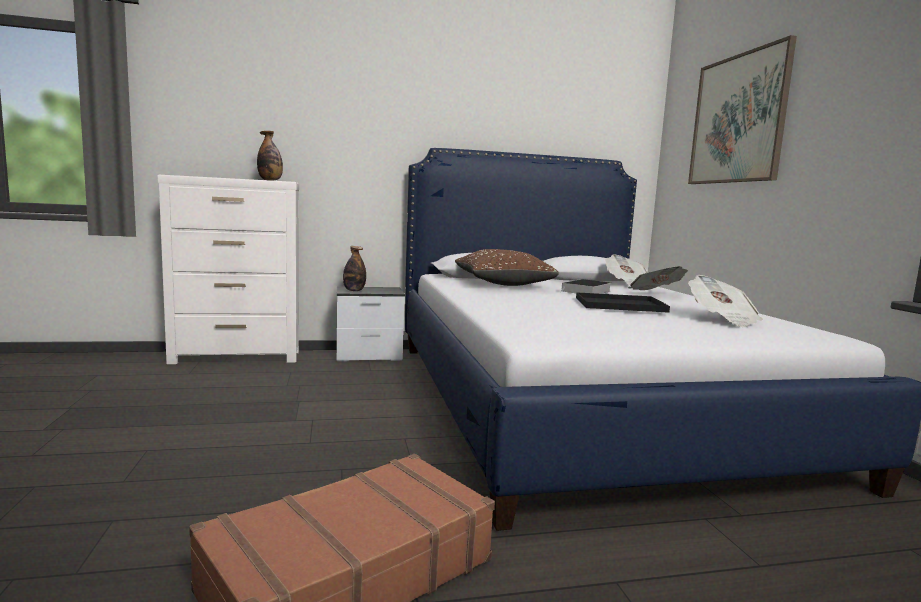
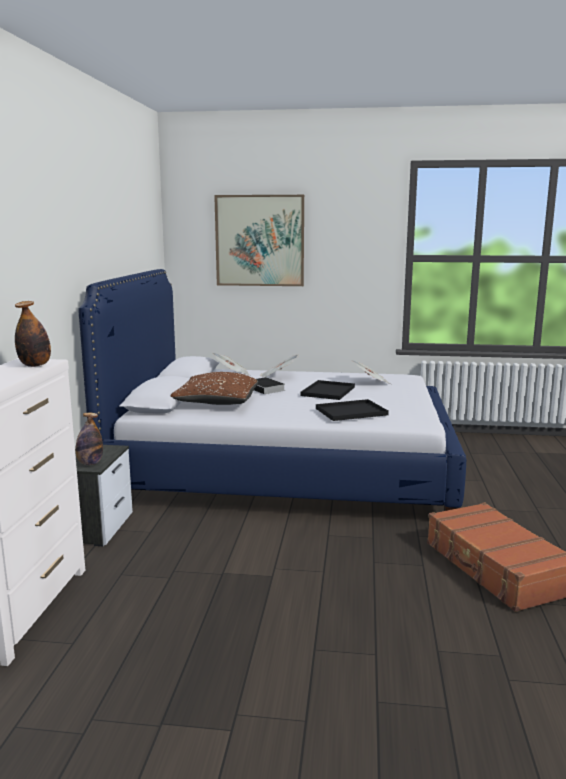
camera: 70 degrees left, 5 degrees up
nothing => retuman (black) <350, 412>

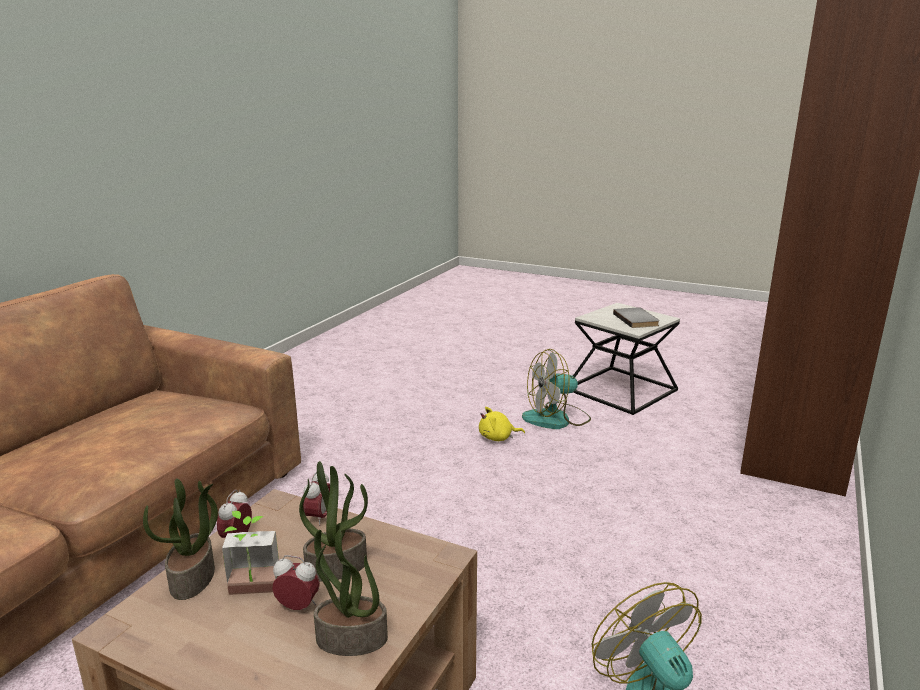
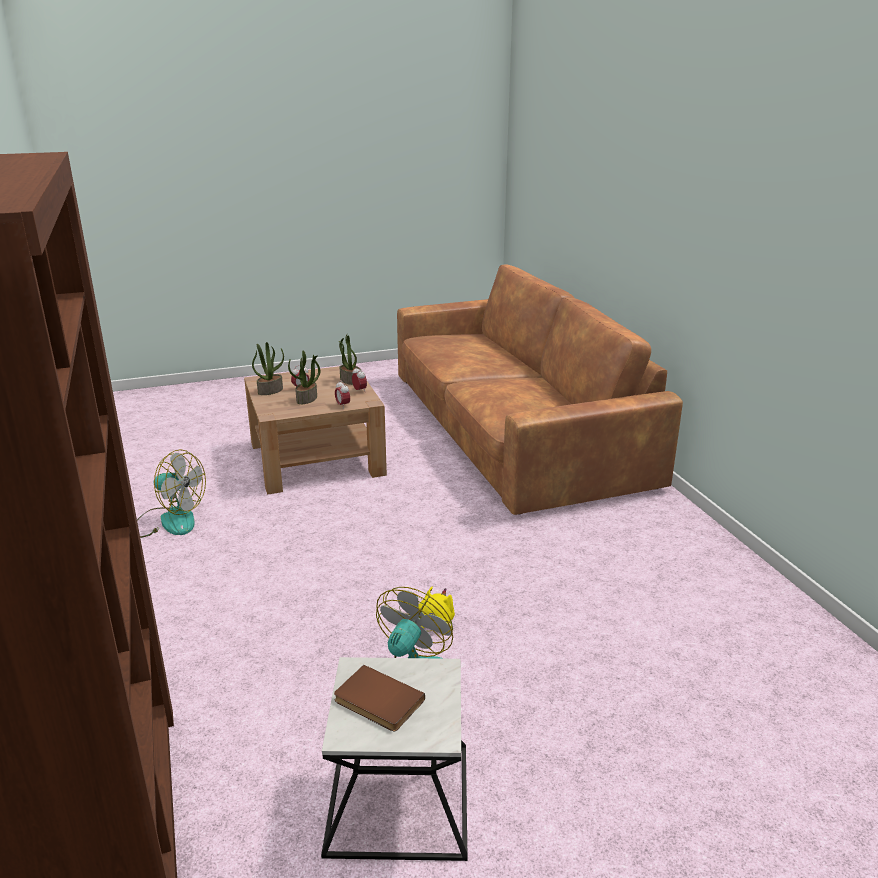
camera: 135 degrees right, 5 degrees up
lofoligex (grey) <637, 319> => lofoligex (brown) <377, 702>
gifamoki <253, 592> => nothing

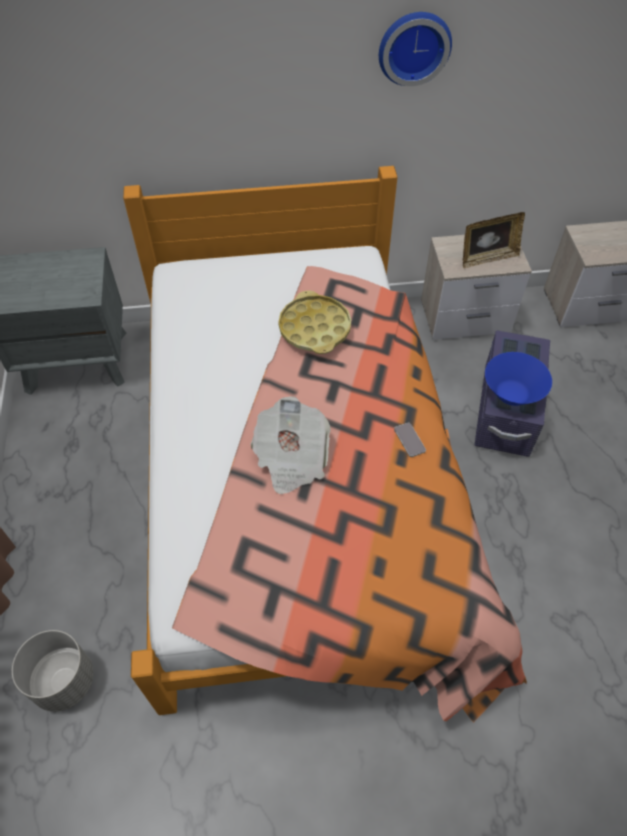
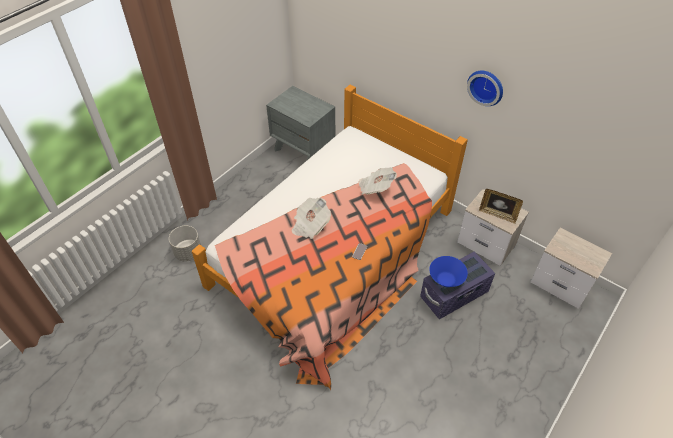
camera: 45 degrees right, 5 degrees down
retuman (yellow) <314, 328> => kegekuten <375, 187>

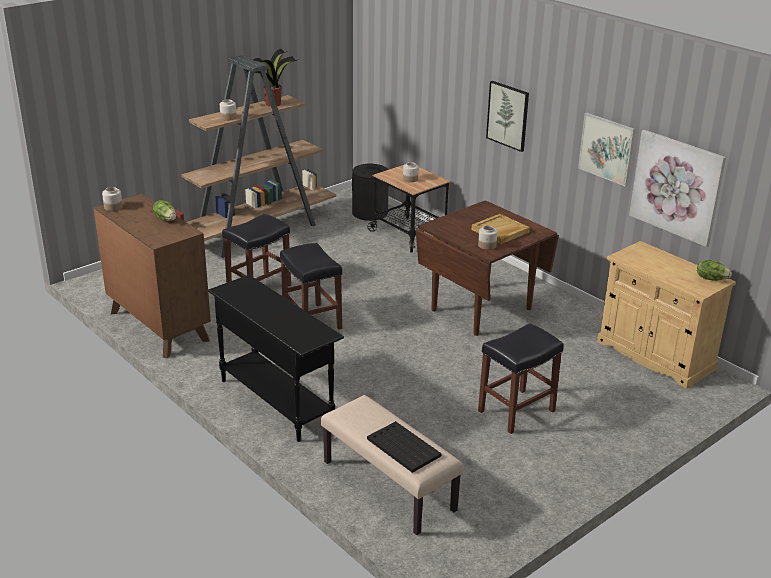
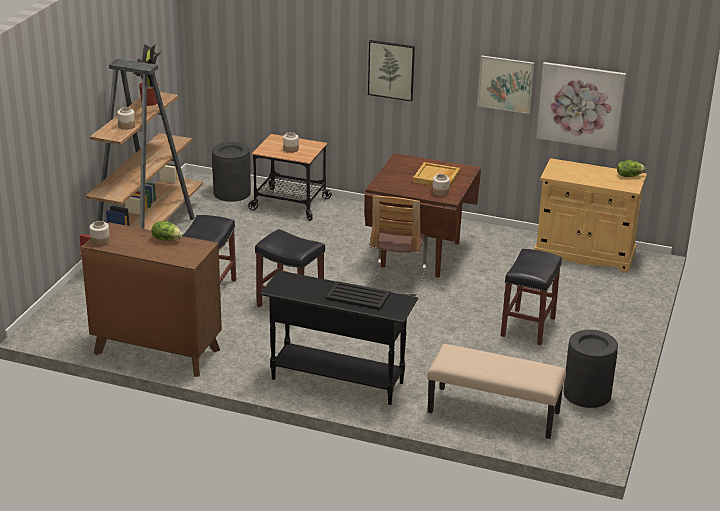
camera: 30 degrees left, 0 degrees up
retuman (black) <403, 447> => retuman (black) <357, 296>, relocated
nothing => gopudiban <397, 279>
nothing => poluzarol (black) <587, 394>

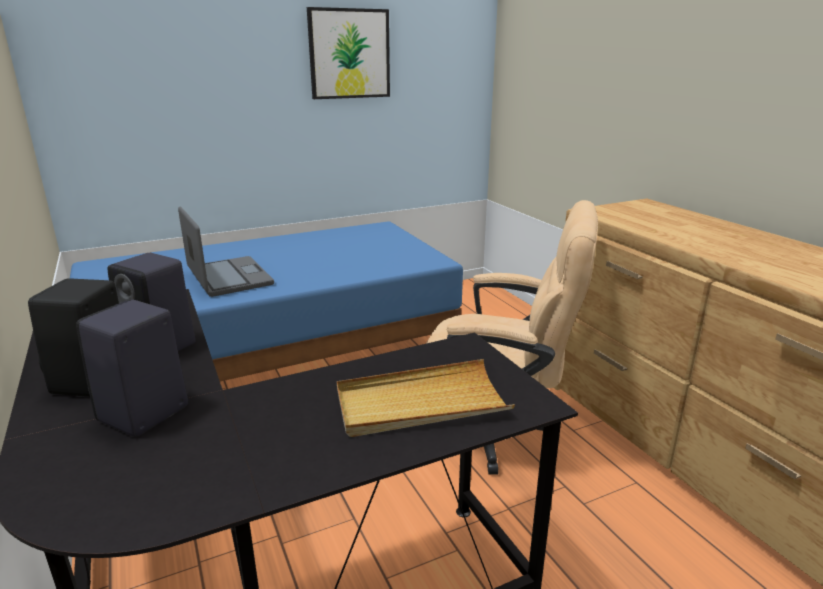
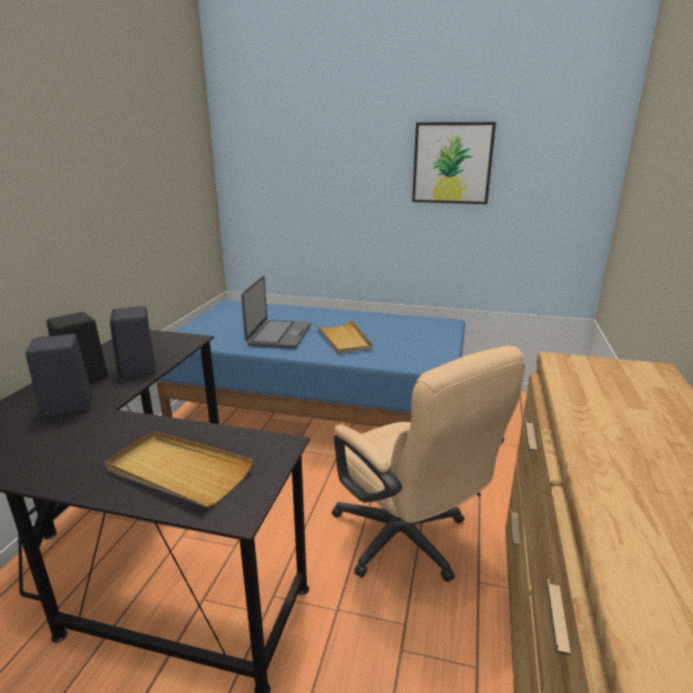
camera: 40 degrees right, 0 degrees up
nothing => retuman (beige) <344, 339>

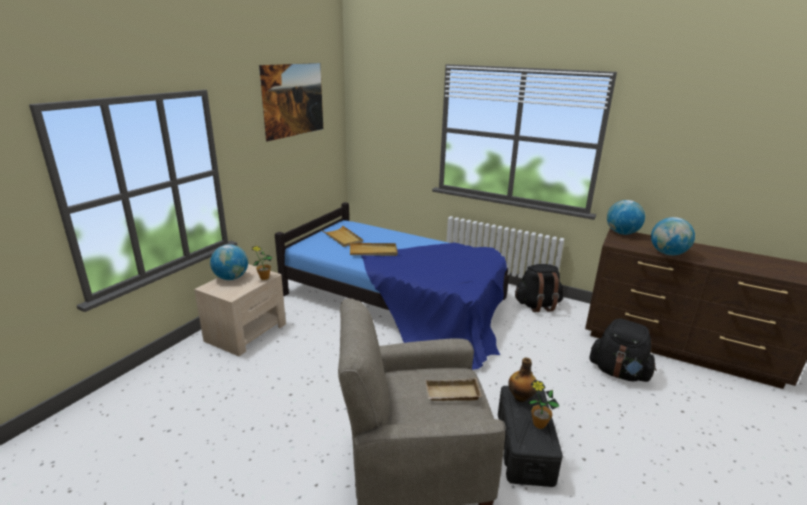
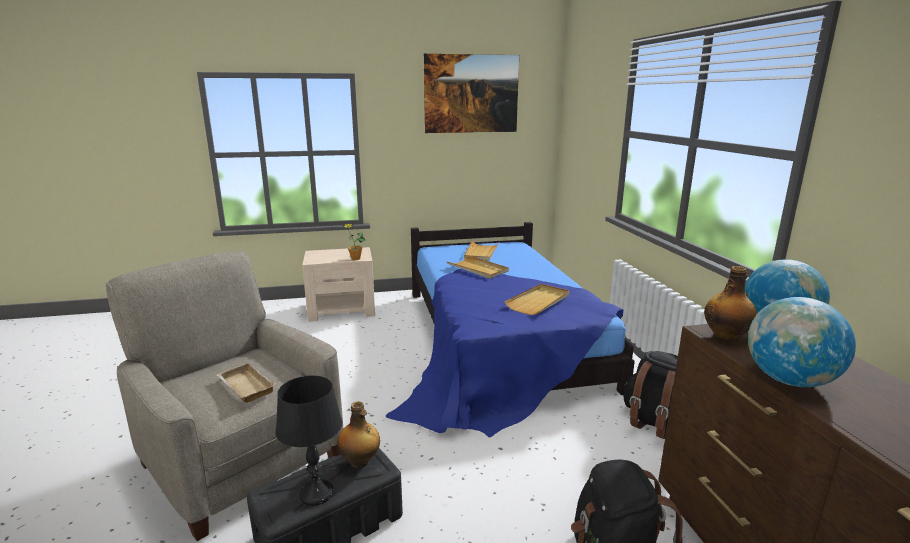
camera: 50 degrees right, 5 degrees down
gifamoki <539, 424> => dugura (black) <317, 494>
nothing => retuman (beige) <538, 301>
nothing => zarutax <726, 338>
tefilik <231, 278> => nothing

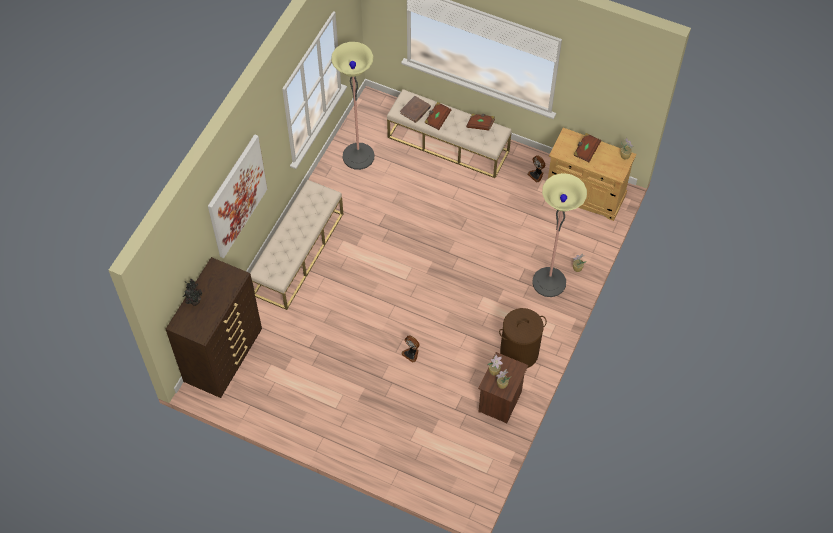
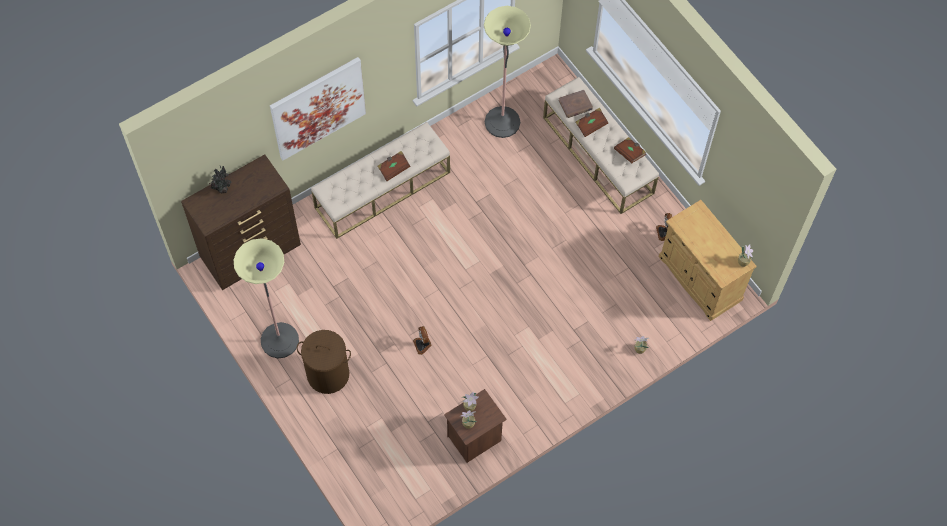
camera: 30 degrees right, 5 degrees up
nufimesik <549, 282> => nufimesik <279, 340>, relocated
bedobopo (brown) <519, 352> => bedobopo (brown) <328, 374>, relocated
lofoligex (brown) <586, 151> => lofoligex (brown) <393, 168>, relocated

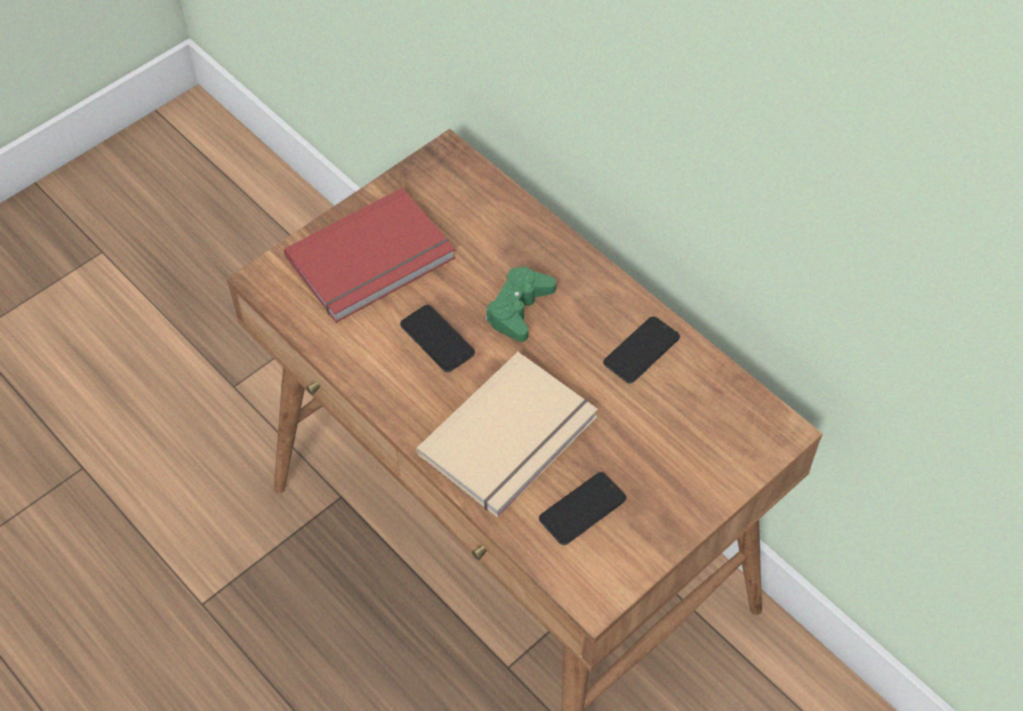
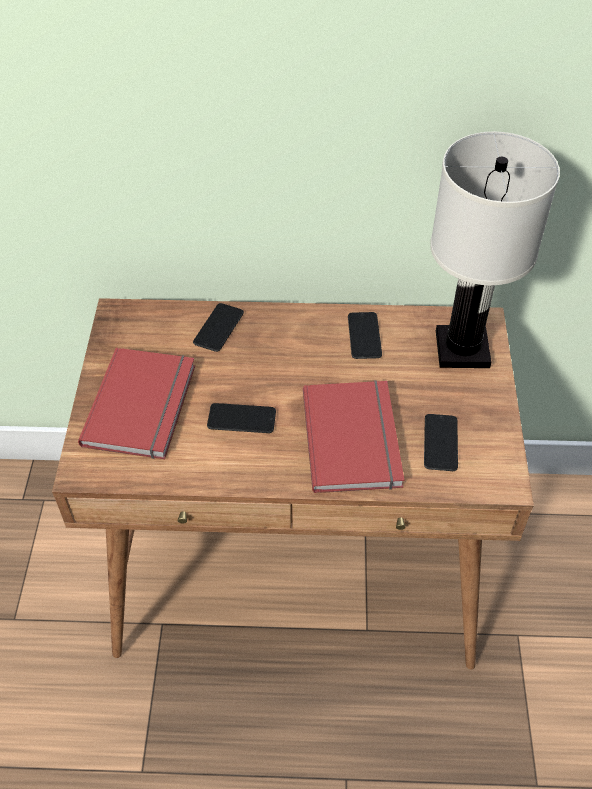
camera: 45 degrees left, 5 degrees down
nothing => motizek <218, 328>
lofoligex (beige) <512, 438> => lofoligex (red) <355, 438>
nothing => dugura (white) <461, 350>
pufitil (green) <519, 308> => nothing

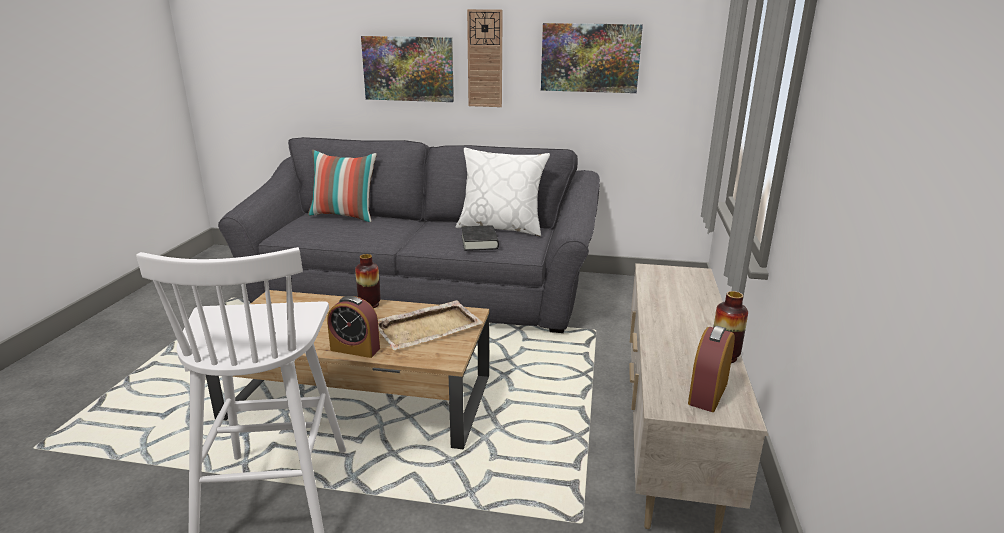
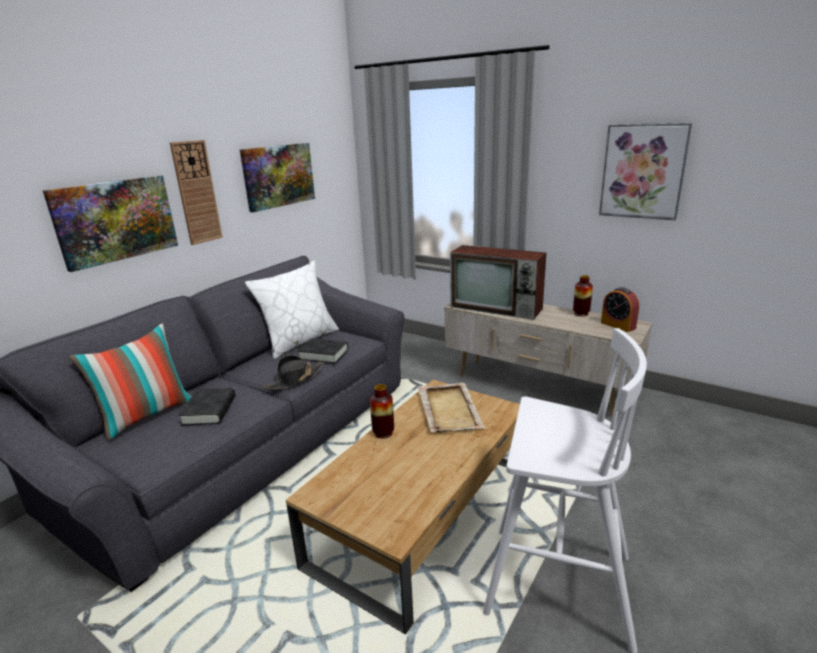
camera: 65 degrees left, 0 degrees up
nothing => lofoligex (black) <209, 411>
nothing => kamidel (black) <295, 379>
nothing => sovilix <497, 308>
nothing => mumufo <643, 171>
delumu <355, 349> => nothing

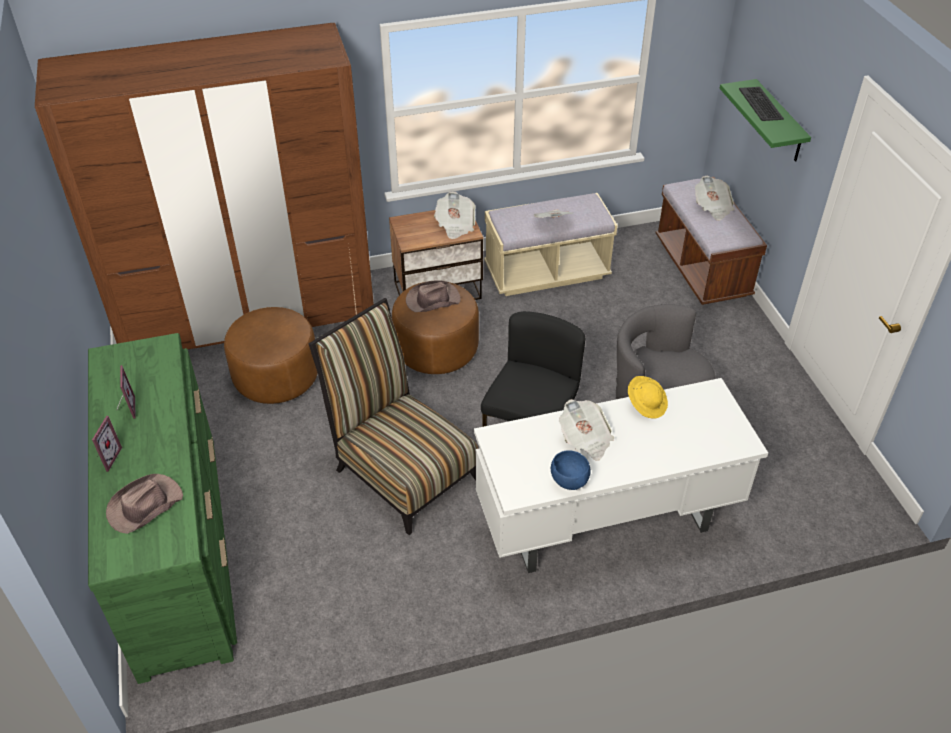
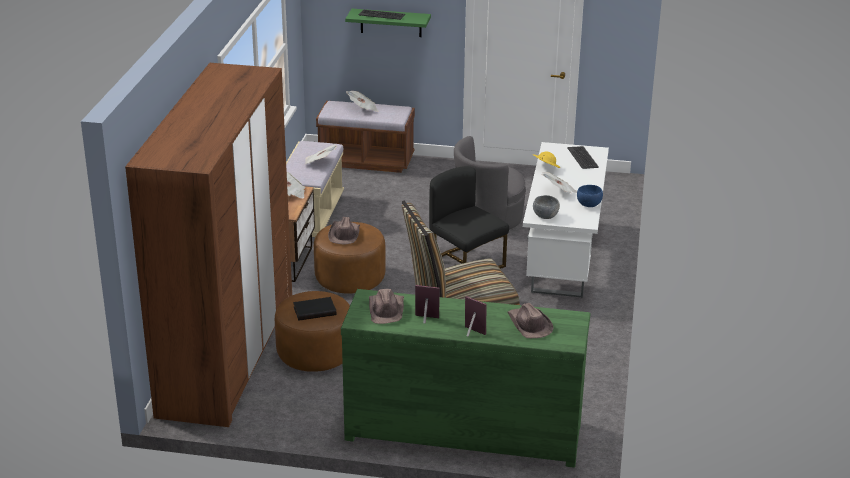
camera: 65 degrees left, 15 degrees down
nothing => lofoligex (black) <314, 310>
nothing => kamidel (brown) <387, 309>
nothing => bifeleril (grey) <545, 216>
nothing => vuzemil <583, 158>

